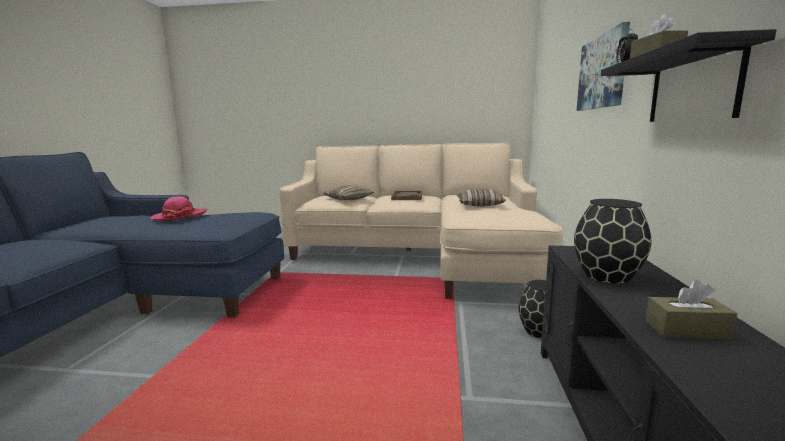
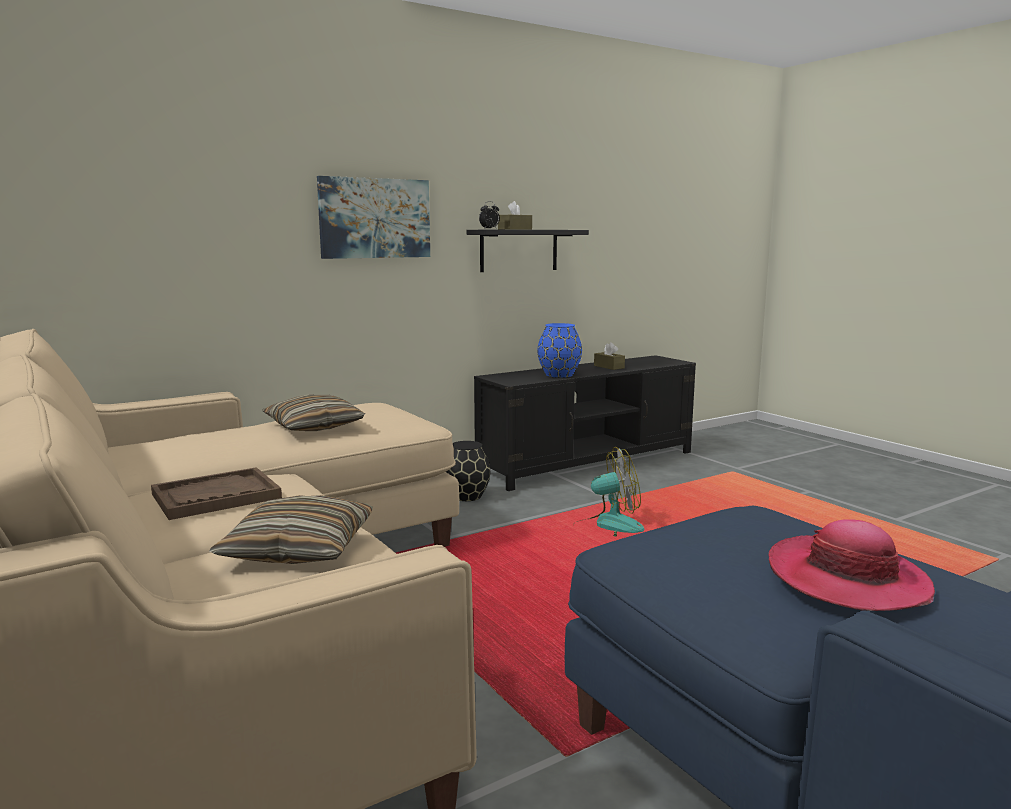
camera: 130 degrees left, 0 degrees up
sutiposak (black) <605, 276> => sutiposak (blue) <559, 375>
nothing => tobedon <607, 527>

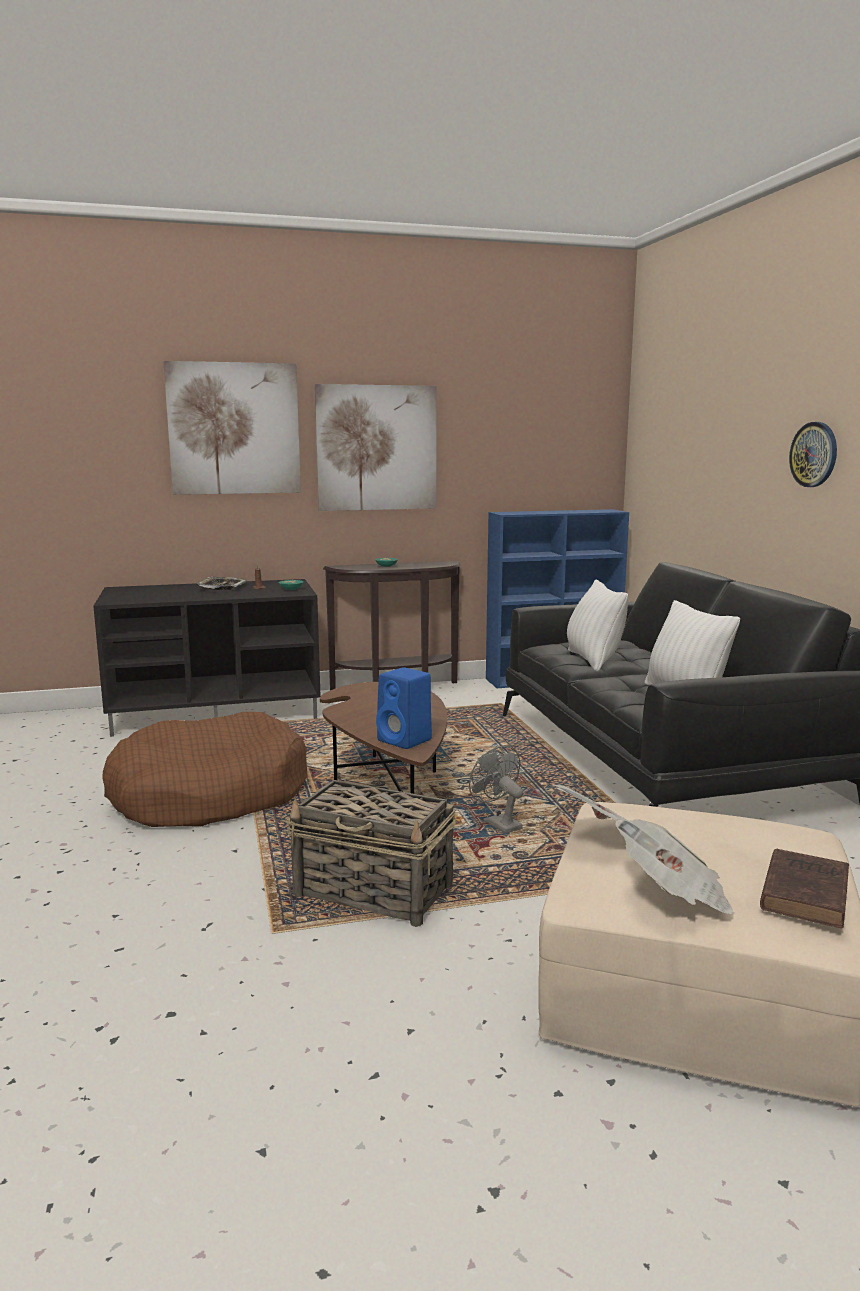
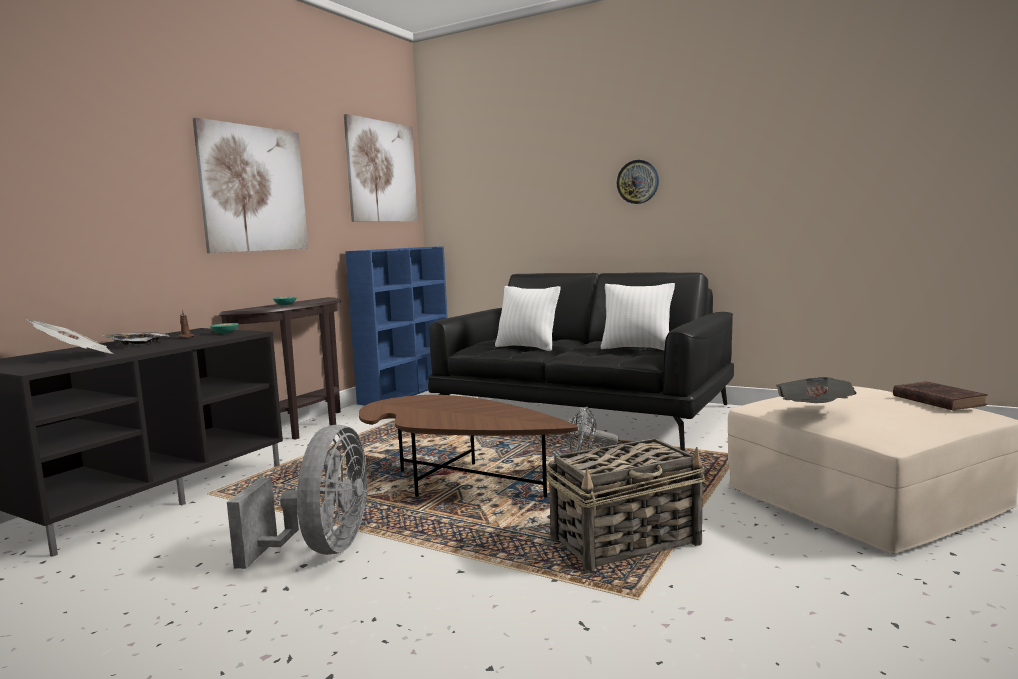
camera: 45 degrees left, 5 degrees down
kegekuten <673, 894> => kegekuten <76, 356>, relocated
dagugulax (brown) <209, 794> => tobedon (grey) <322, 549>
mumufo <234, 429> => mumufo <382, 171>, relocated
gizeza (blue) <406, 740> => nothing

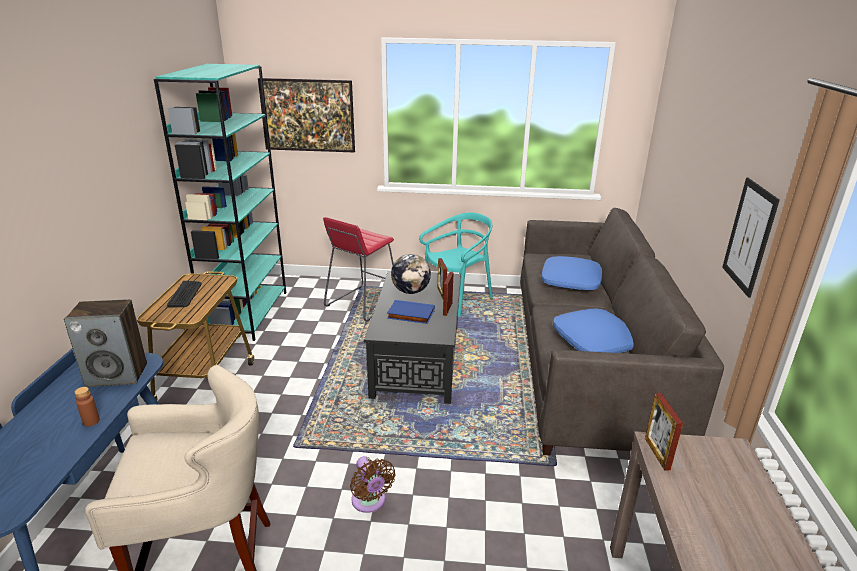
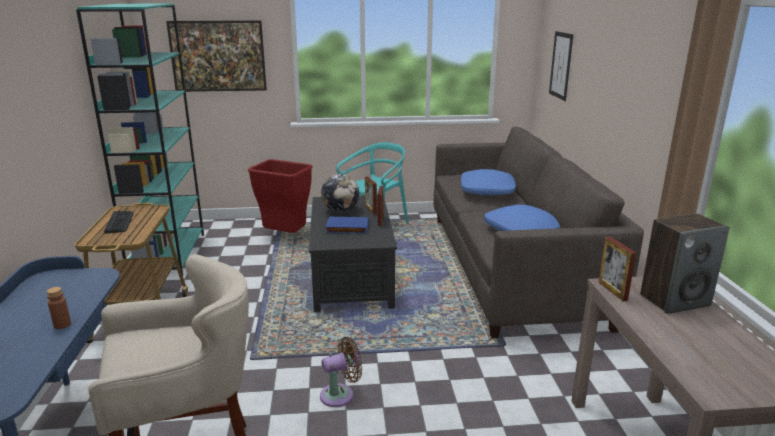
camera: 10 degrees left, 5 degrees down
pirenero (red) <362, 303> => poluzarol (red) <284, 237>
tobedon (brown) <370, 502> => tobedon (brown) <340, 395>, 75 degrees counterclockwise
mumufo <749, 236> => mumufo <561, 65>, relocated
gizeza <117, 375> => gizeza <674, 300>, relocated

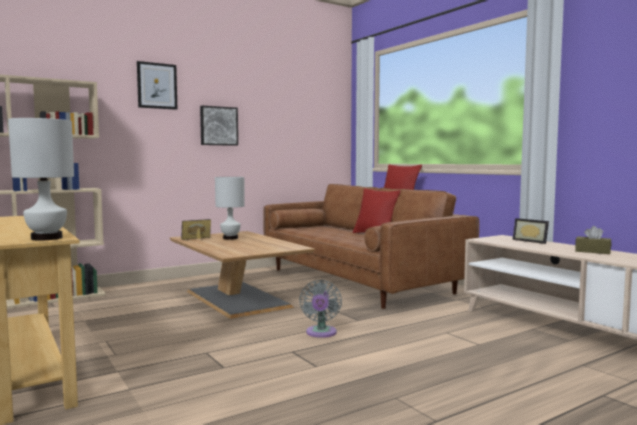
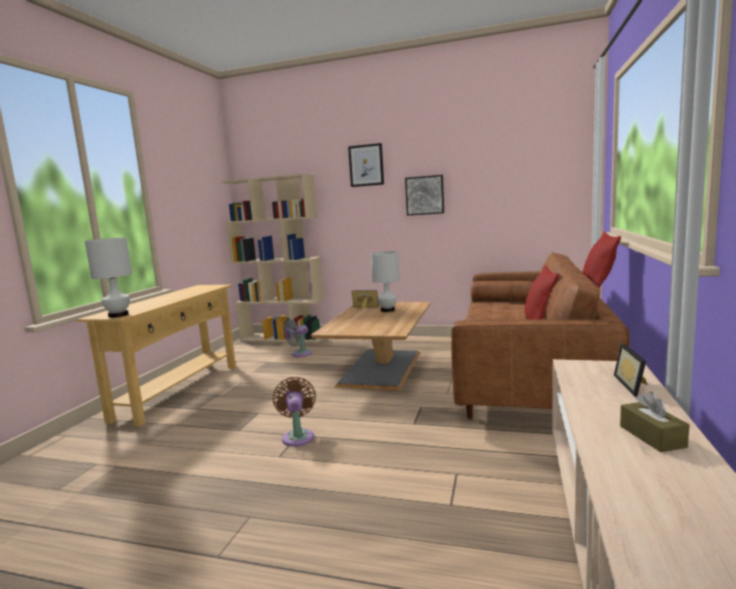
camera: 50 degrees right, 5 degrees up
nothing => tobedon (brown) <298, 436>
tobedon (grey) <321, 333> => tobedon (grey) <299, 354>, relocated

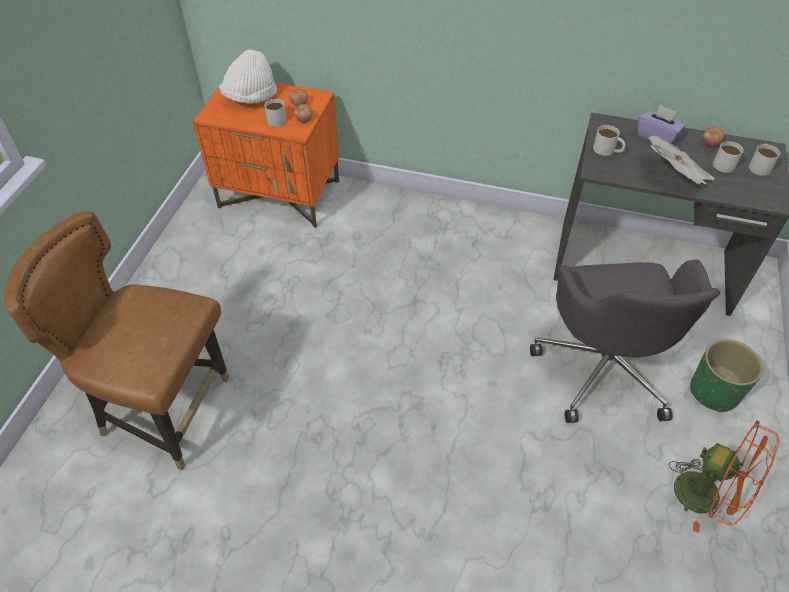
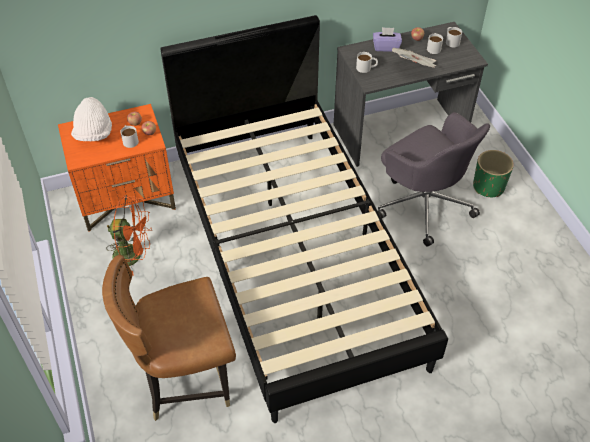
camera: 35 degrees left, 0 degrees up
tobedon (orange) <707, 497> => tobedon (orange) <133, 255>, relocated
nothing => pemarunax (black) <294, 256>

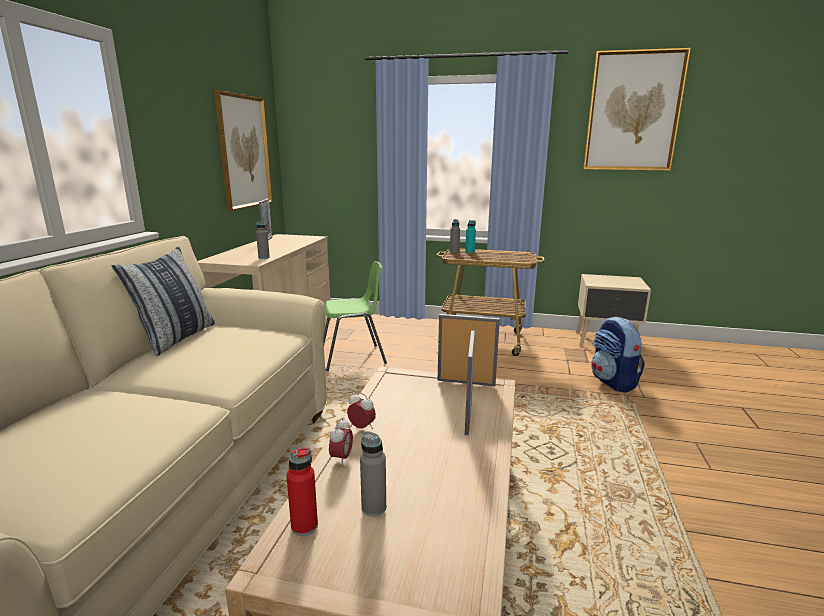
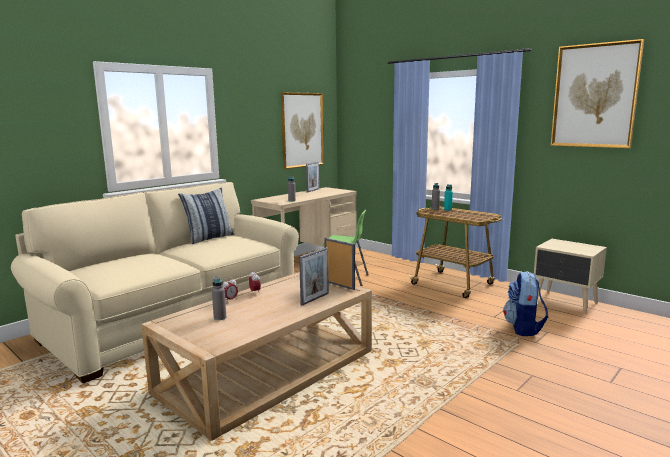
camera: 30 degrees right, 5 degrees down
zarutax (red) <304, 526> => nothing

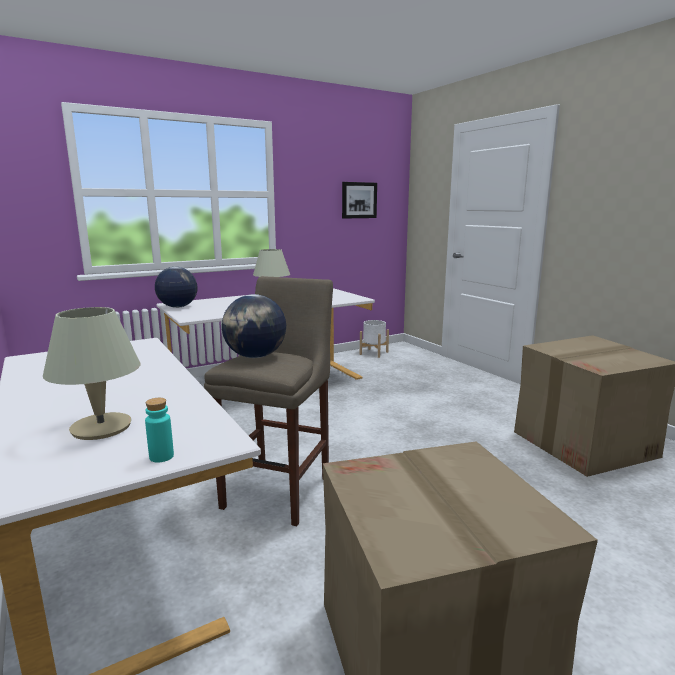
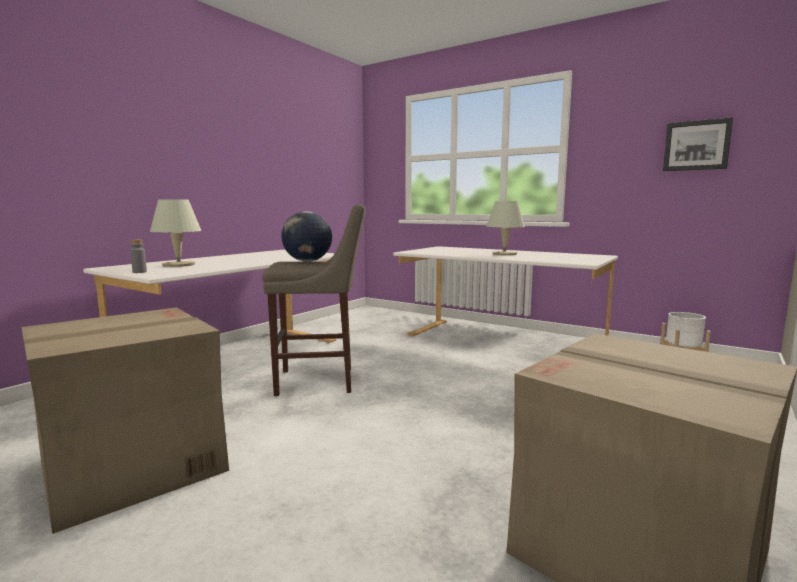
camera: 65 degrees right, 5 degrees down
zarutax (turquoise) <161, 456> => zarutax (grey) <139, 272>
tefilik <178, 307> => nothing

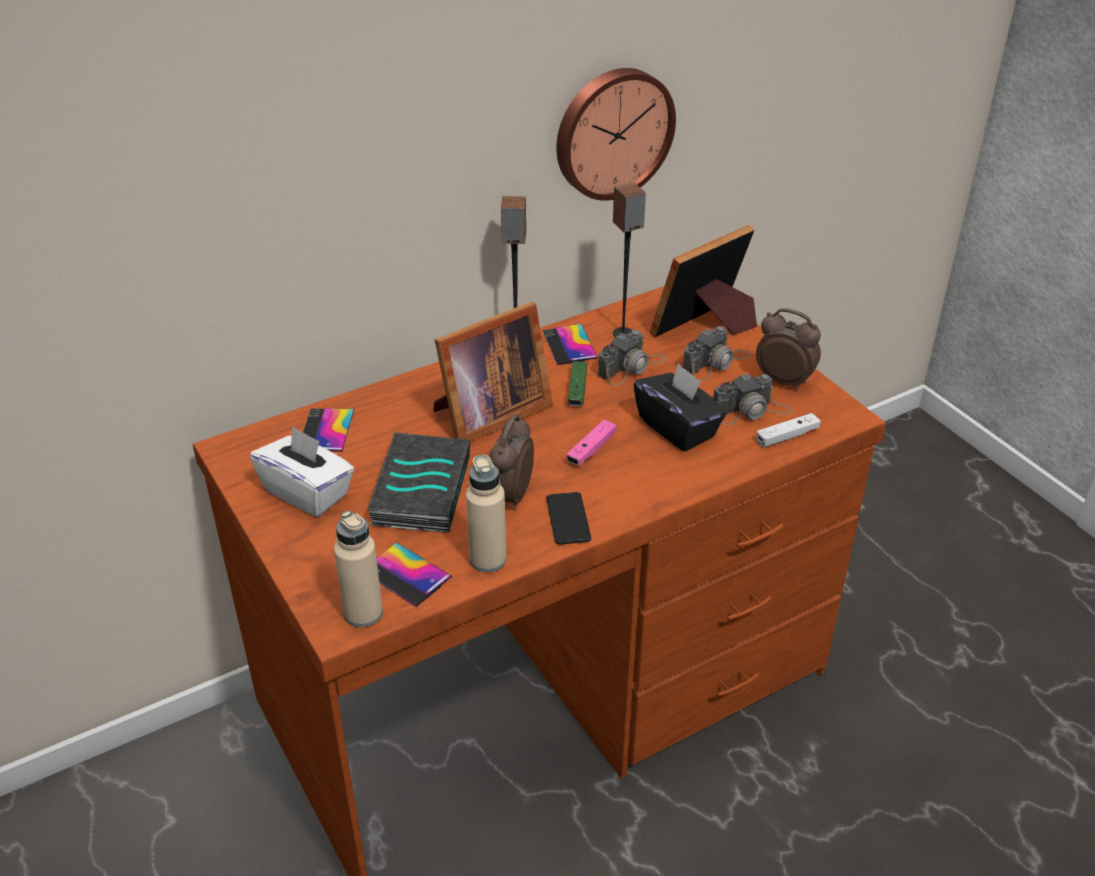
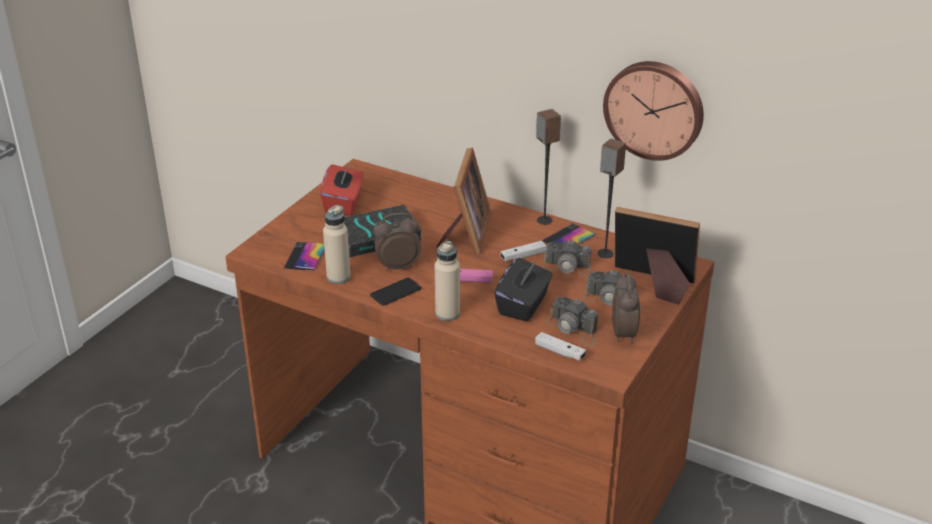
camera: 60 degrees right, 5 degrees down
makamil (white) <307, 492> => makamil (red) <344, 204>
zarutax (beige) <363, 613> => zarutax (beige) <447, 313>, relocated
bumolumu <487, 414> => bumolumu <466, 234>, 105 degrees counterclockwise
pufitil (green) <577, 390> => pufitil (white) <523, 256>
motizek <326, 430> => nothing

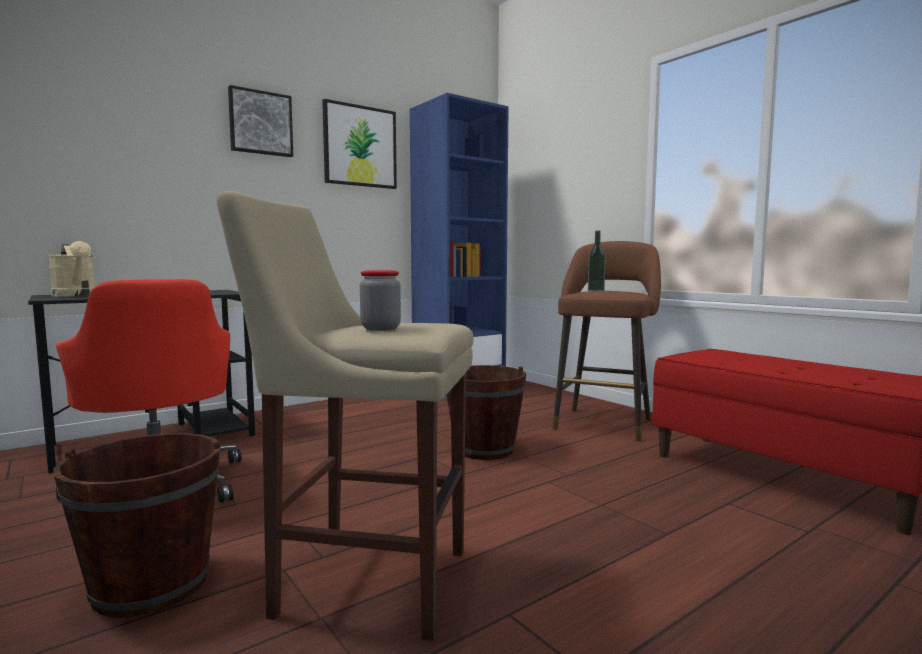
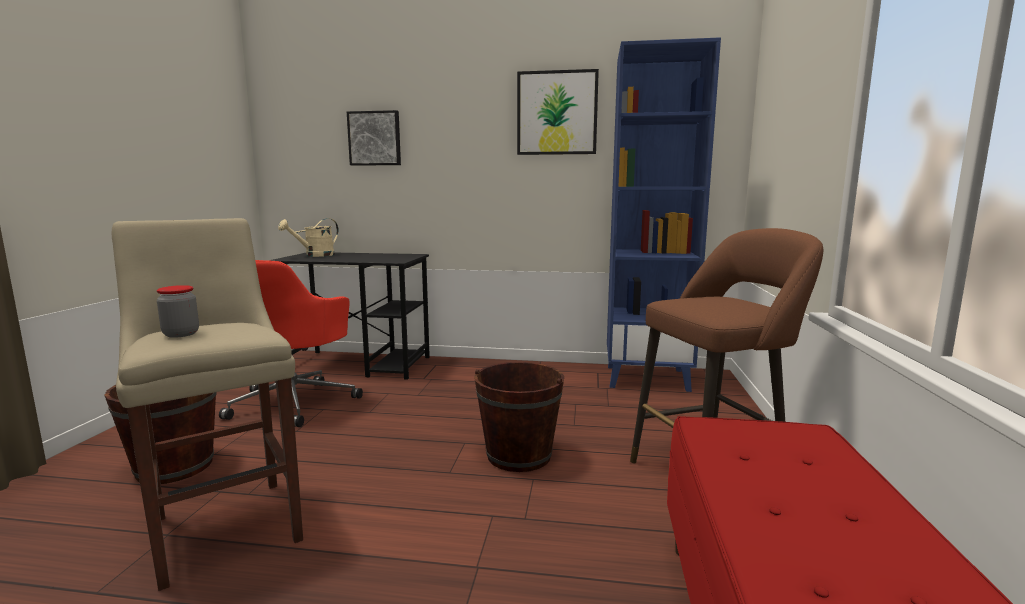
camera: 45 degrees right, 5 degrees up
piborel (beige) <76, 295> => piborel (beige) <315, 255>, 45 degrees clockwise
mumufo <260, 123> => mumufo <375, 138>, relocated
zarutax <596, 291> => nothing

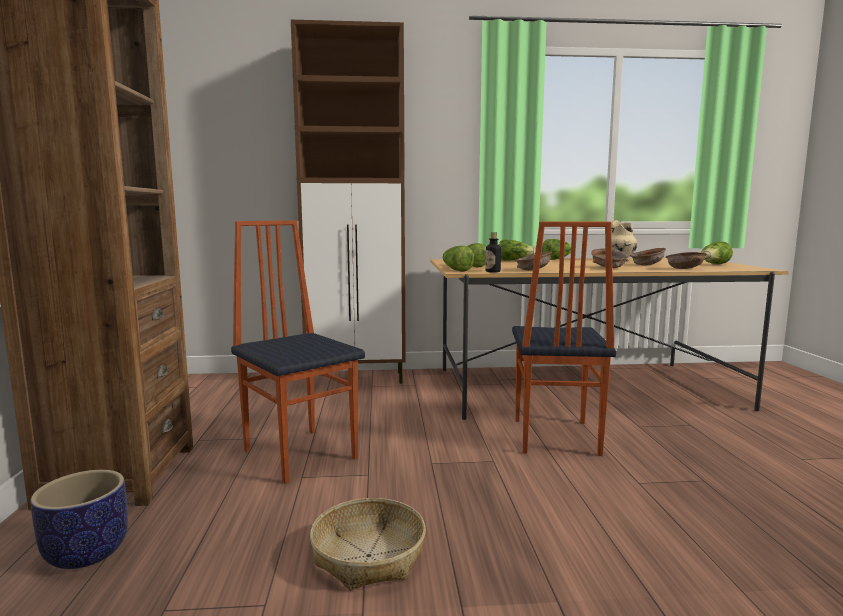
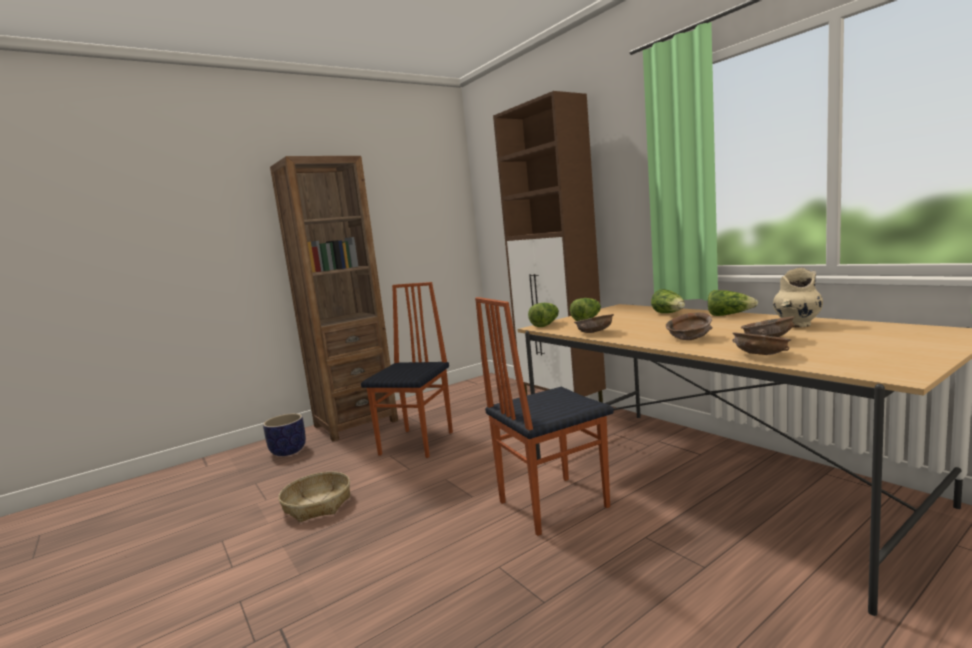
camera: 60 degrees right, 0 degrees up
zarutax <492, 271> => nothing
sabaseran <714, 264> => nothing

